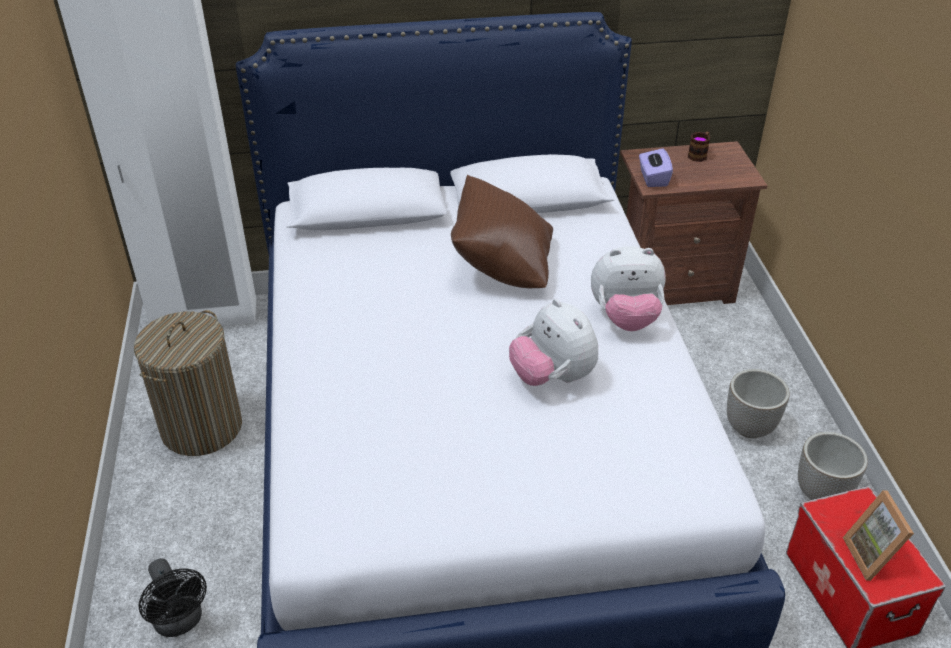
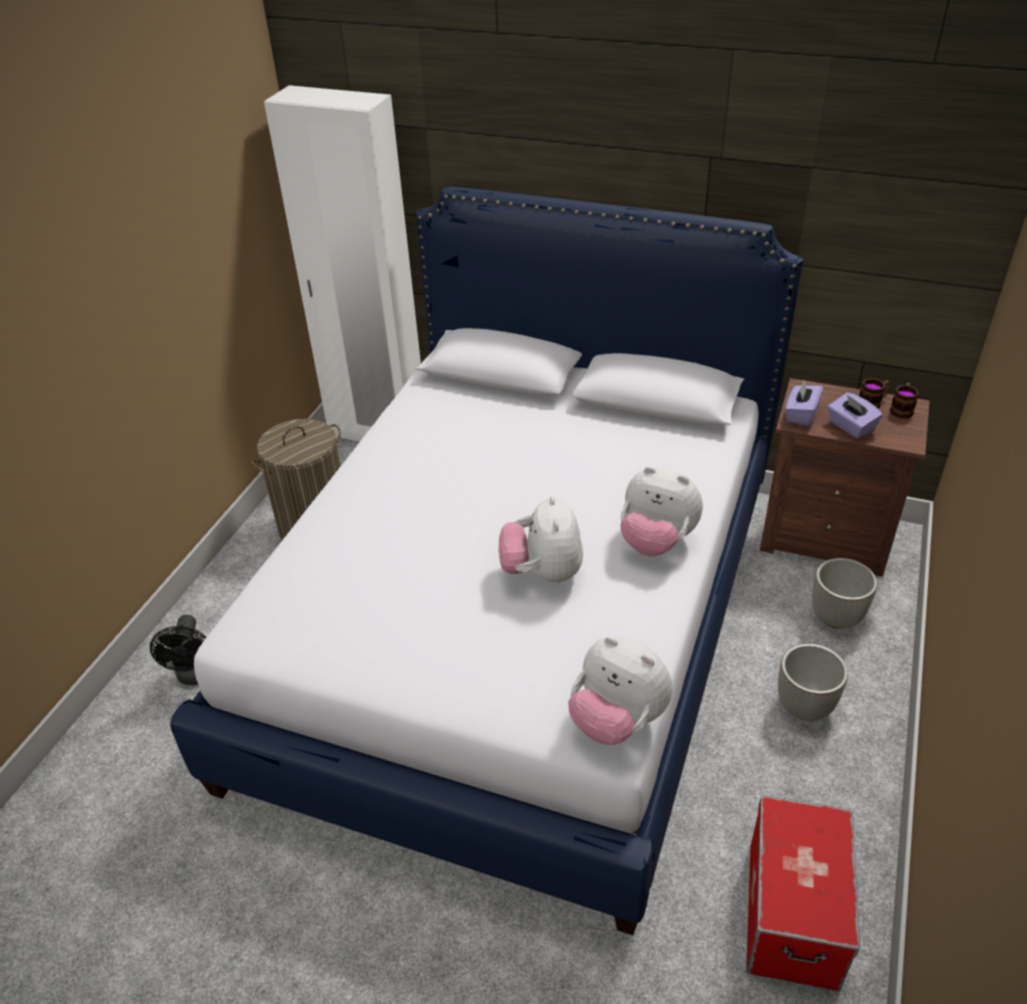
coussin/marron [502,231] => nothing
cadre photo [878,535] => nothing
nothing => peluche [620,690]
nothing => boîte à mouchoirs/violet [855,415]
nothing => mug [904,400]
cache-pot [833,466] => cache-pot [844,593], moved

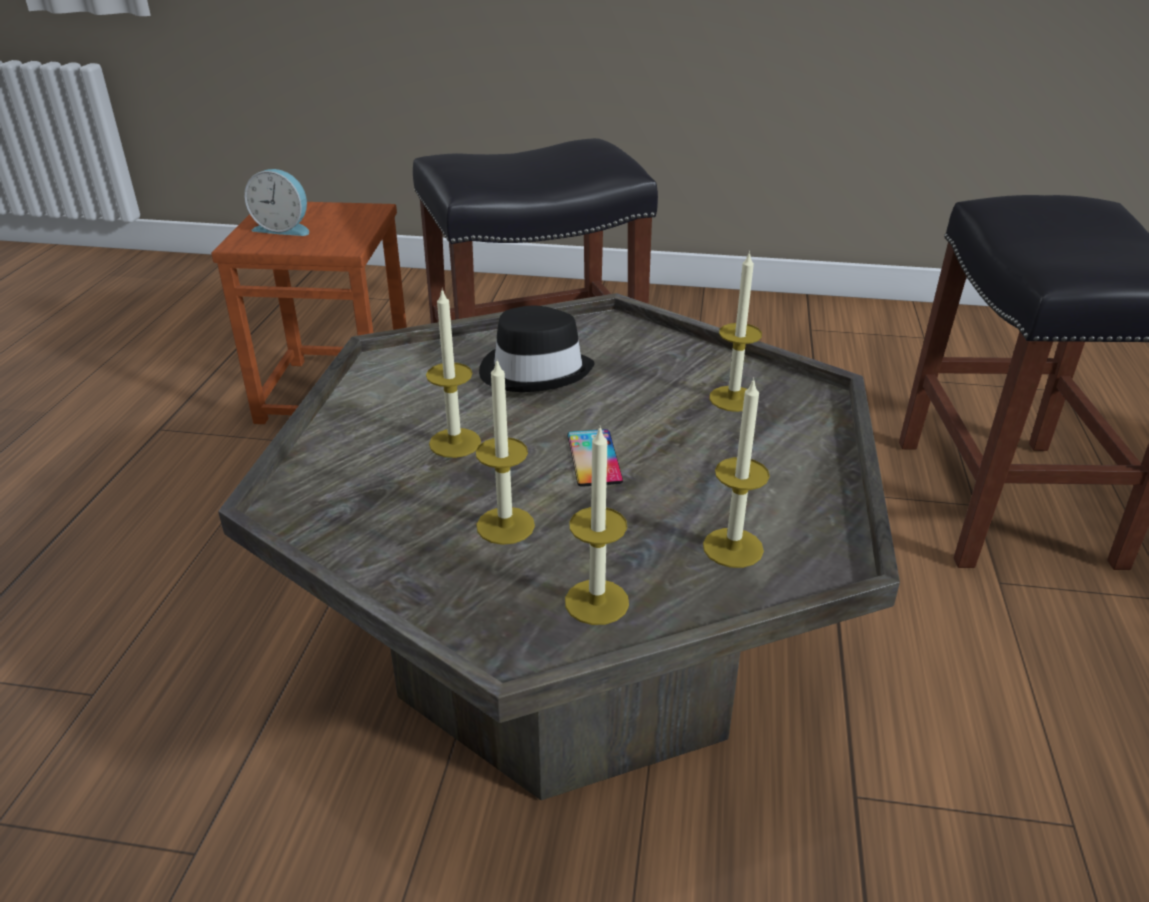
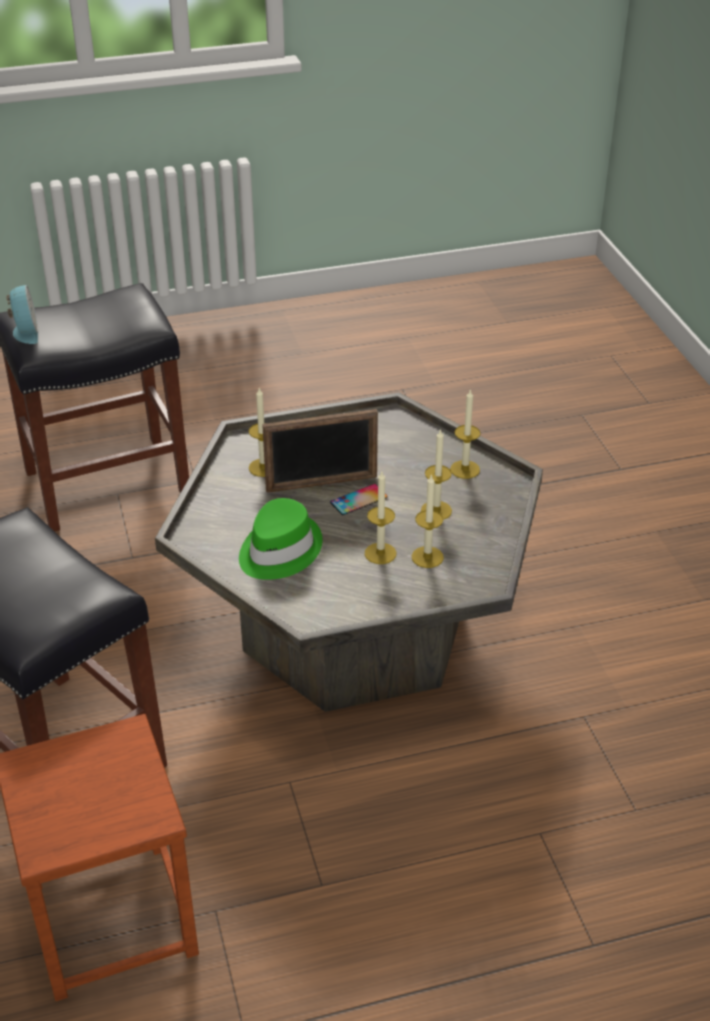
nothing => cadre photo [320,451]
réveil [276,202] => réveil [22,314], moved
bougie [736,472] => bougie [428,521], moved
chapeau/noir [537,349] => chapeau/vert [281,539]

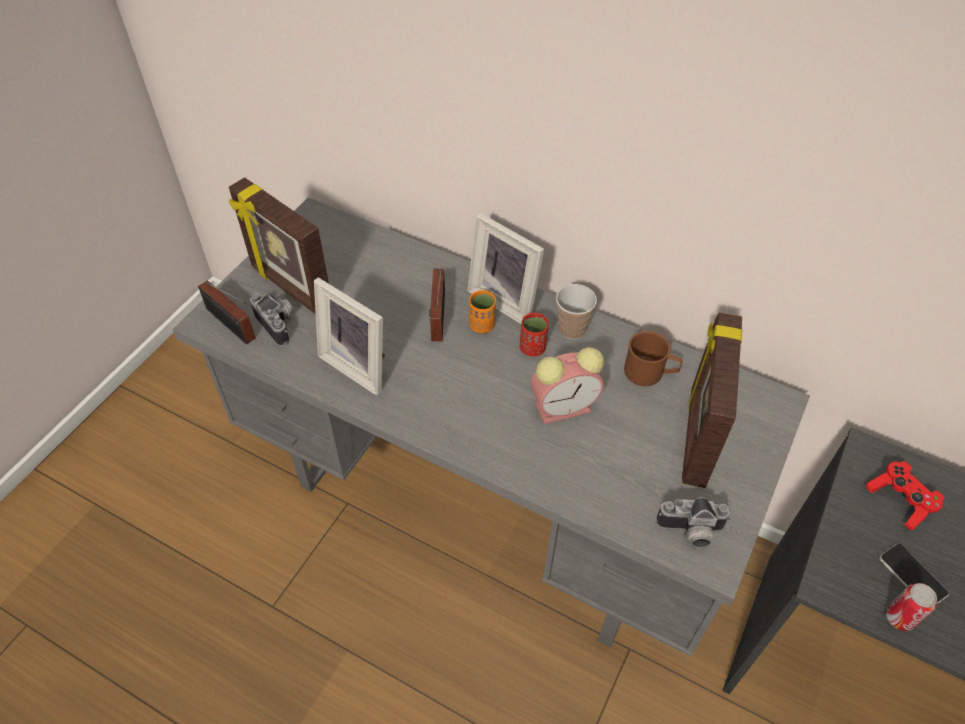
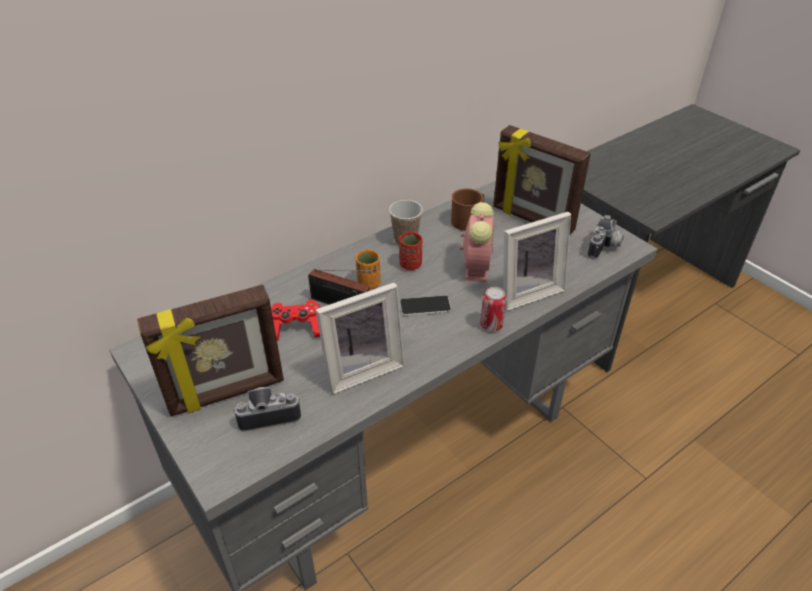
radio [226,312] => nothing
cadre photo [505,268] => cadre photo [537,261], moved
manette/rouge [905,495] => manette/rouge [295,320], moved
téléphone [914,574] => téléphone [425,305], moved
boîte métallique [911,607] => boîte métallique [493,309], moved

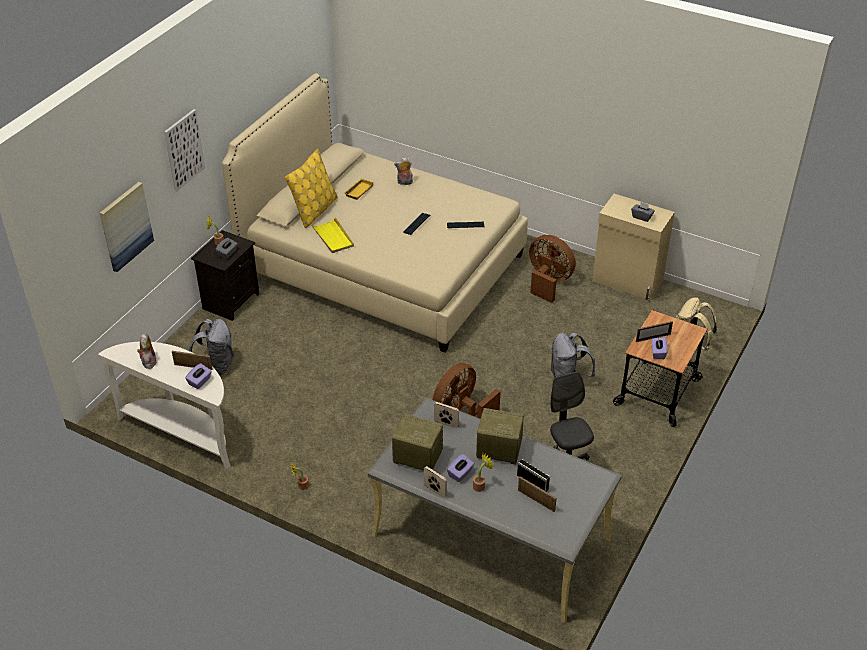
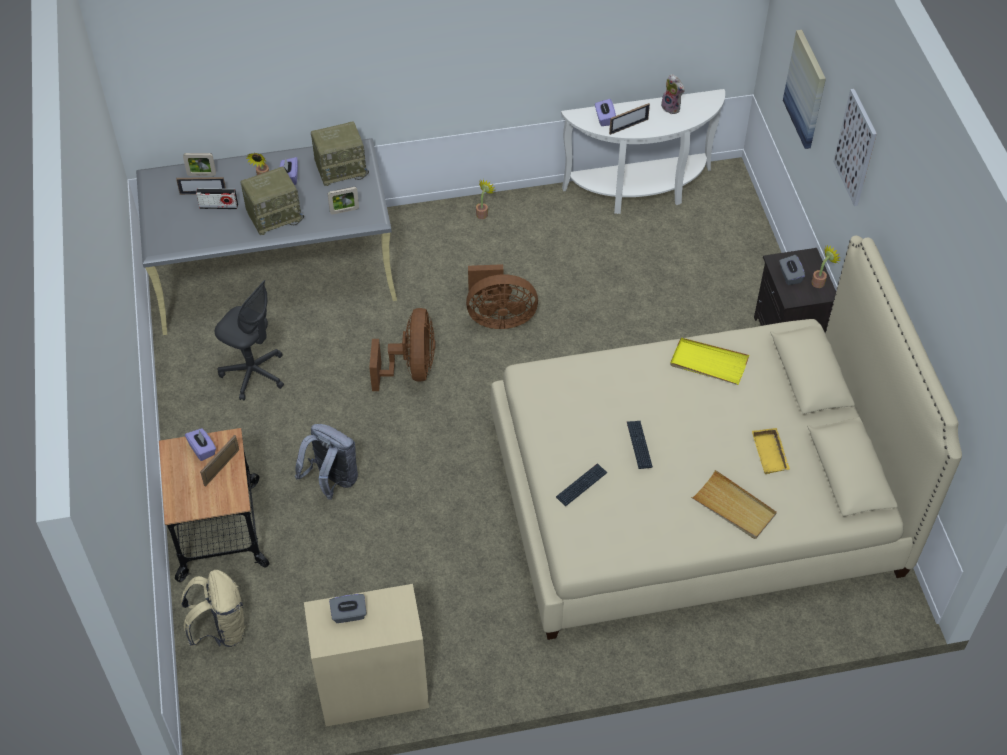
sac à dos/gris [211,347] => nothing
coussin/jaune [311,188] => nothing
cadre photo [435,482] => cadre photo [199,164], moved
ventilateur/marron [552,269] => ventilateur/marron [502,296], moved
peluche [403,171] => plateau/beige [734,504]

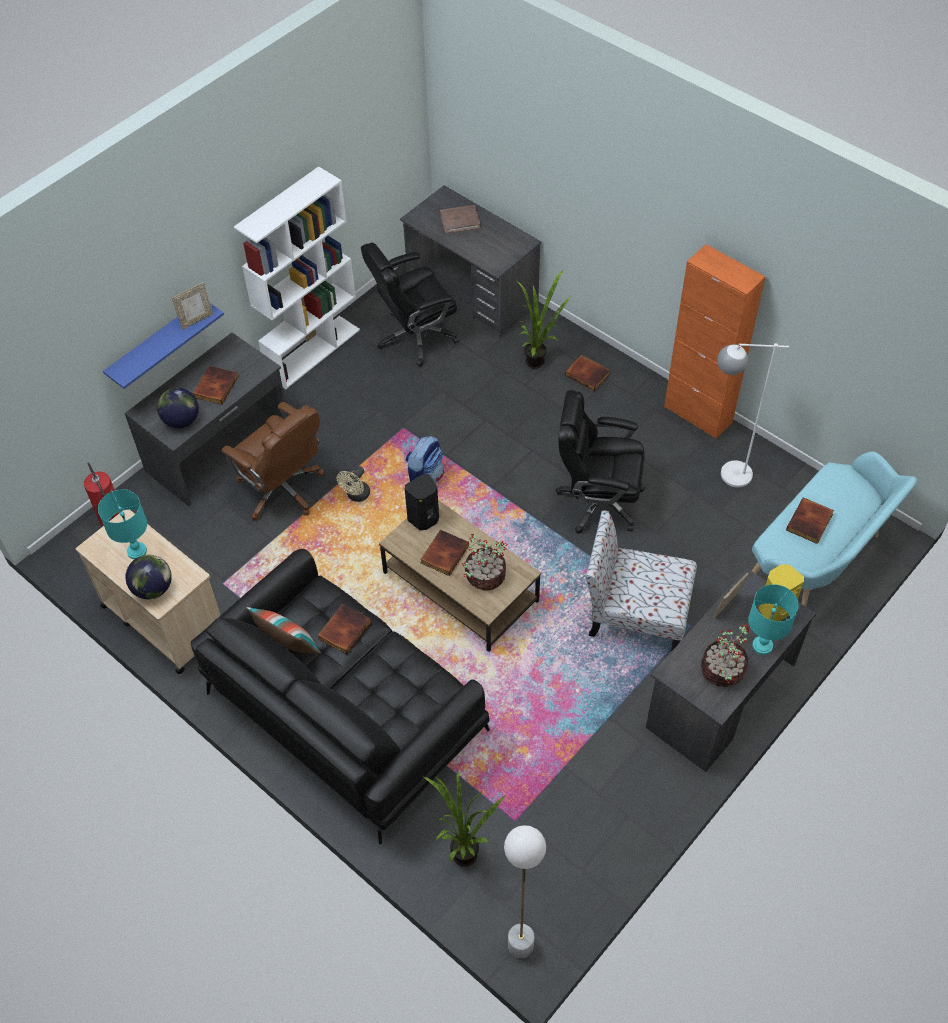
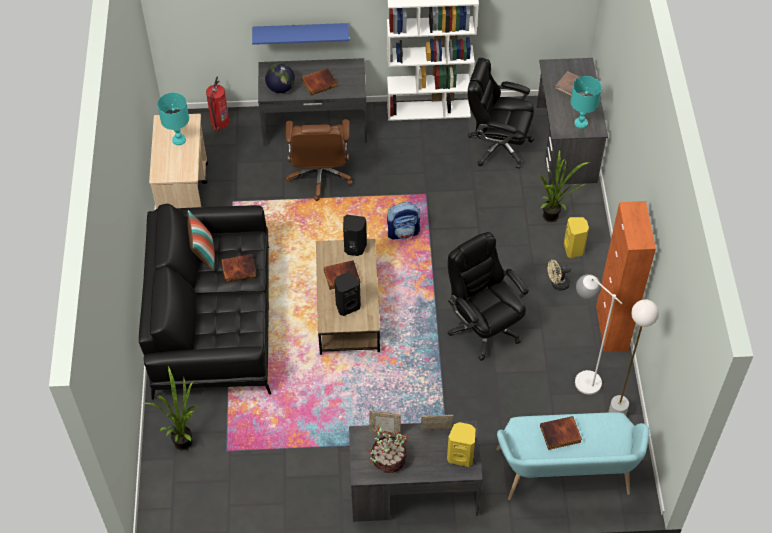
globe [148,577] => nothing
chaise [641,581] => nothing
cadre photo [192,306] => cadre photo [385,423], moved
ventilateur/beige [353,484] => ventilateur/beige [559,275], moved
lampadaire/blanc [525,891] => lampadaire/blanc [634,358], moved
lampe de table/turquoise [773,619] => lampe de table/turquoise [586,102], moved
plante en pot [485,562] => enceinte/noir [347,294]
livre [587,373] => enceinte/jaune [576,237]

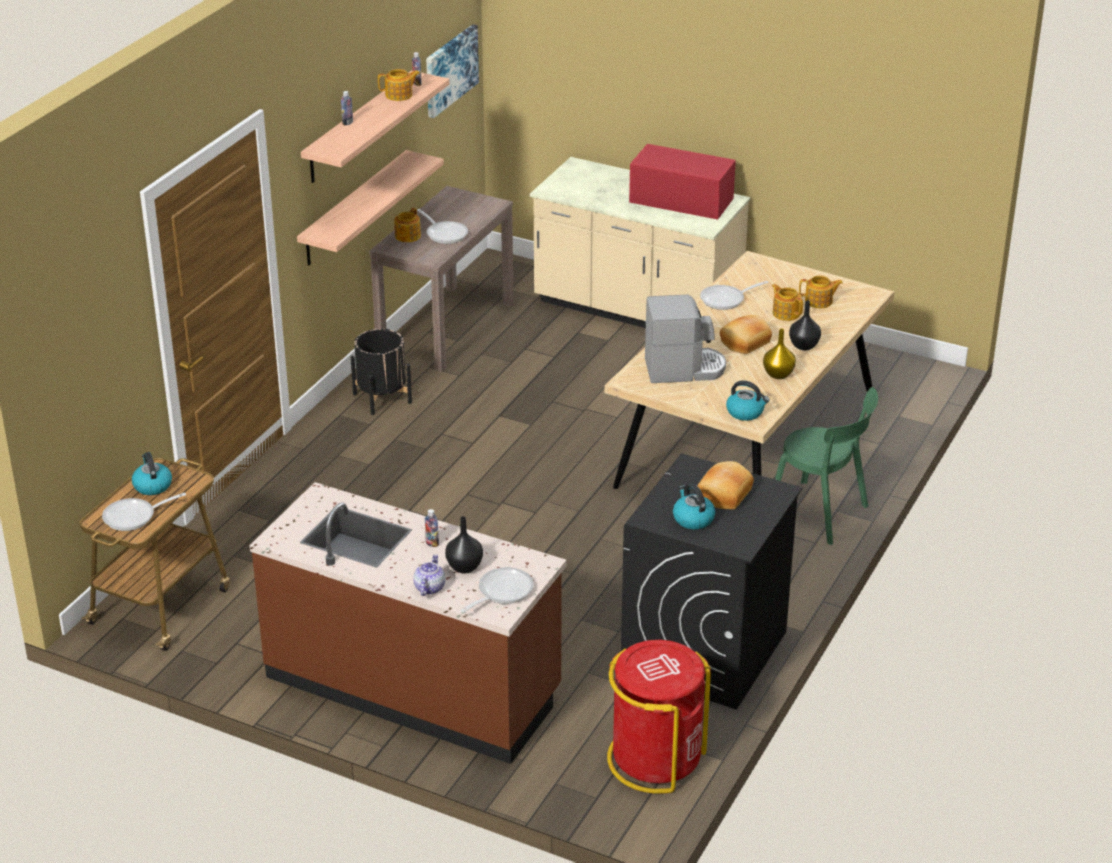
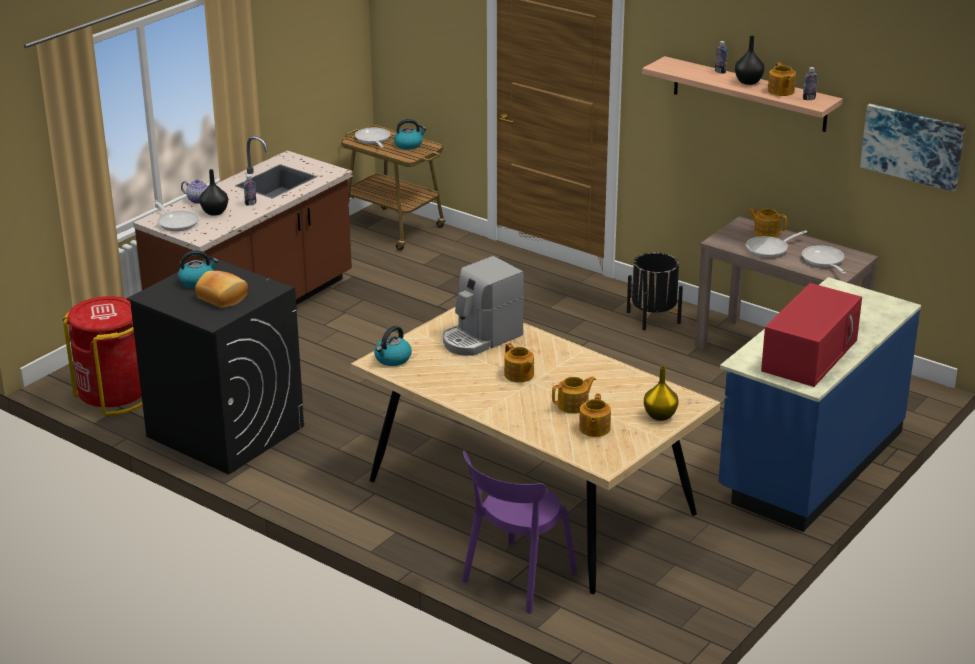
étagère [370,207] => nothing
chaise/vert [826,466] => nothing
nothing => chaise/violet [519,532]
poêle [734,295] => poêle [824,259], moved
vase/jaune [779,353] => vase/jaune [661,393], moved
vase/noir [805,325] => vase/noir [749,60], moved
pain [746,334] => théière [519,363]
comptoir de cuisine/beige [640,242] => comptoir de cuisine/bleu [819,404]
machine à café [685,339] => machine à café [483,306], 45 degrees clockwise

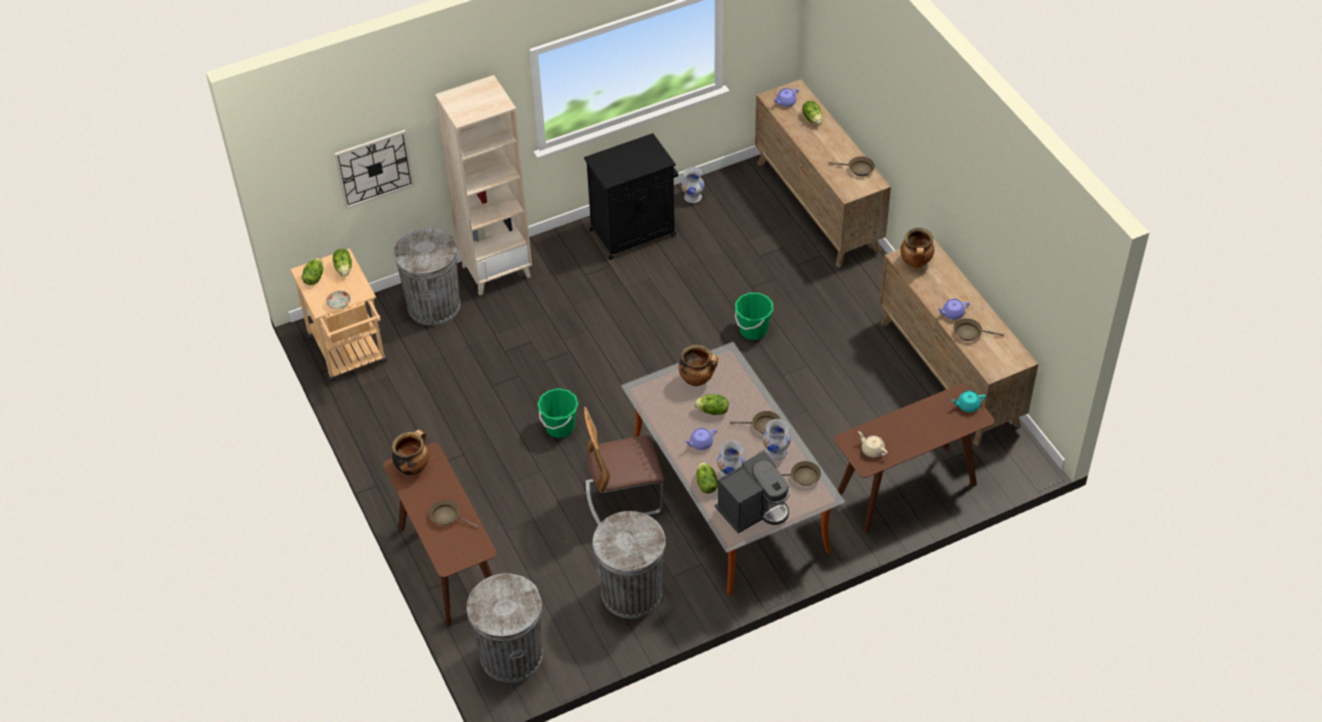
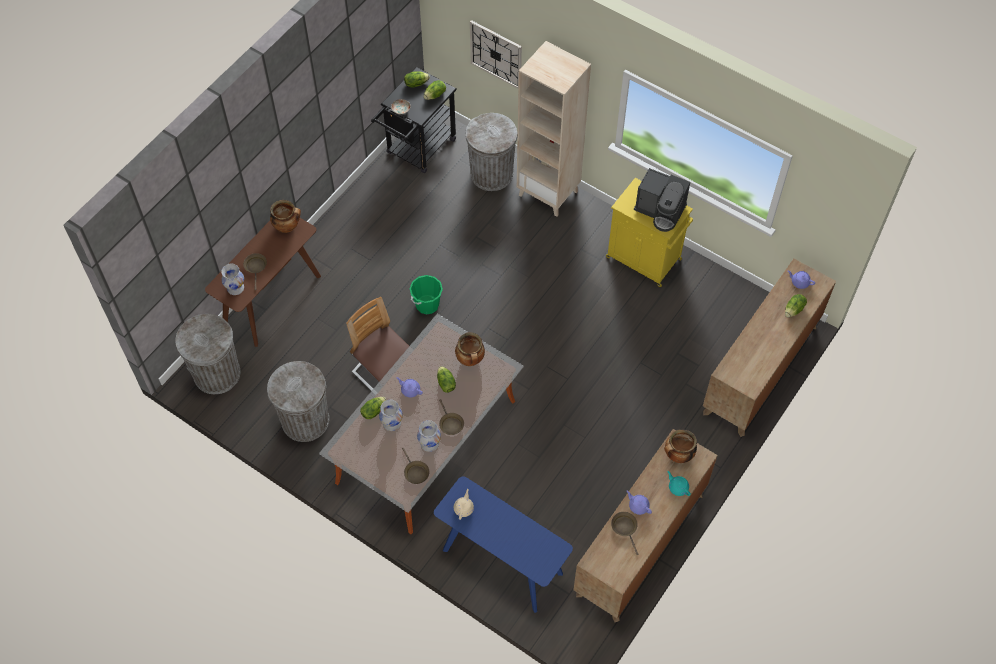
seau/vert [754,316] => nothing
poêle/marron [852,166] => nothing
vase/blanc [692,185] => vase/blanc [232,279], moved
machine à café [752,492] => machine à café [662,200], moved
théière/turquoise [968,401] => théière/turquoise [679,483], moved
chariot/beige [338,315] => chariot/noir [414,120]
meuble de rangement/noir [631,196] => meuble de rangement/jaune [649,232]
table console/marron [914,458] => table console/bleu [503,544]

